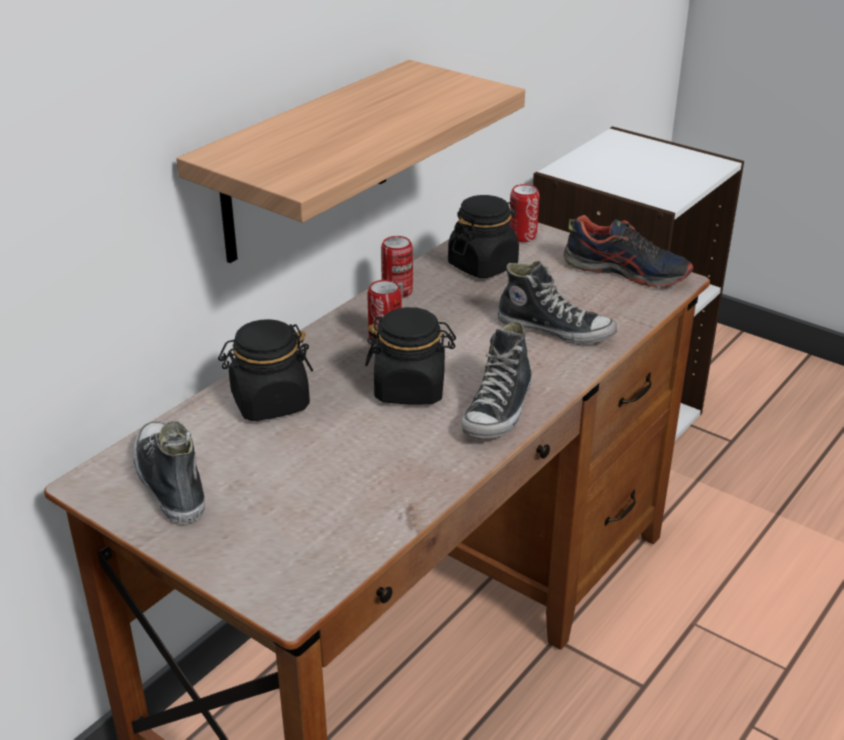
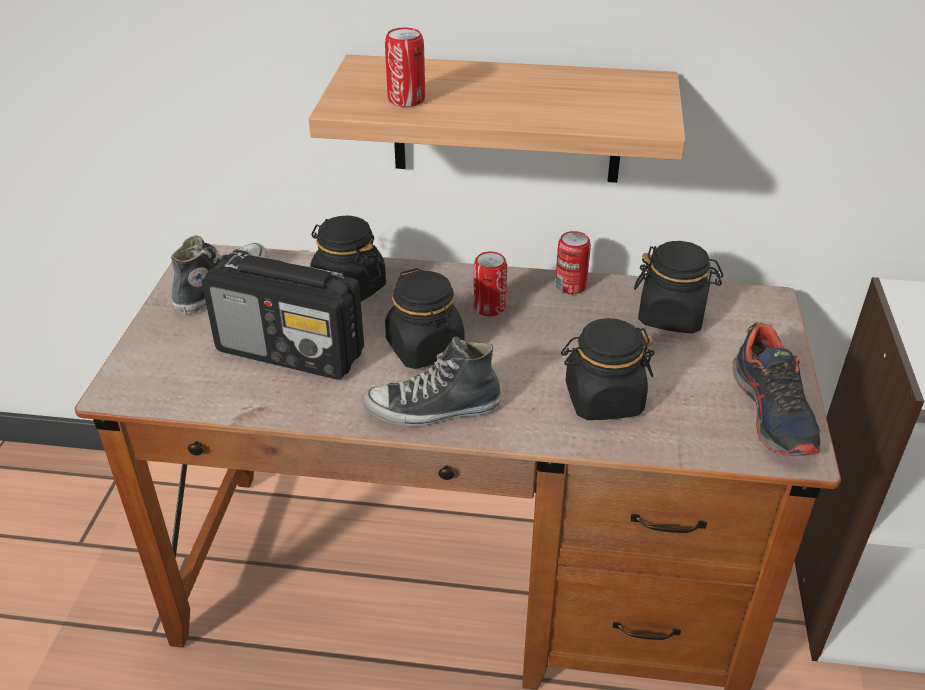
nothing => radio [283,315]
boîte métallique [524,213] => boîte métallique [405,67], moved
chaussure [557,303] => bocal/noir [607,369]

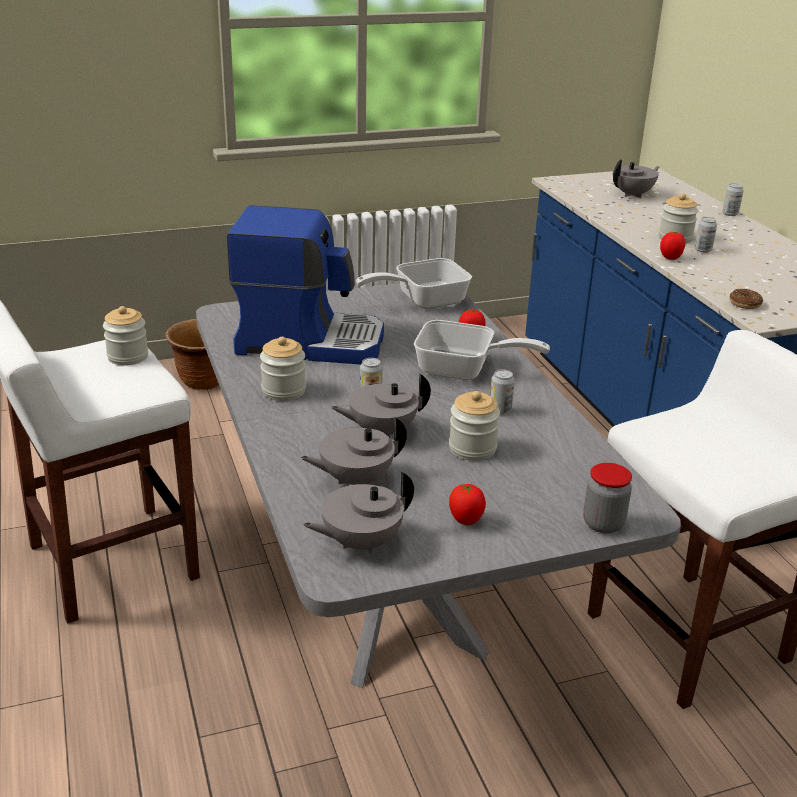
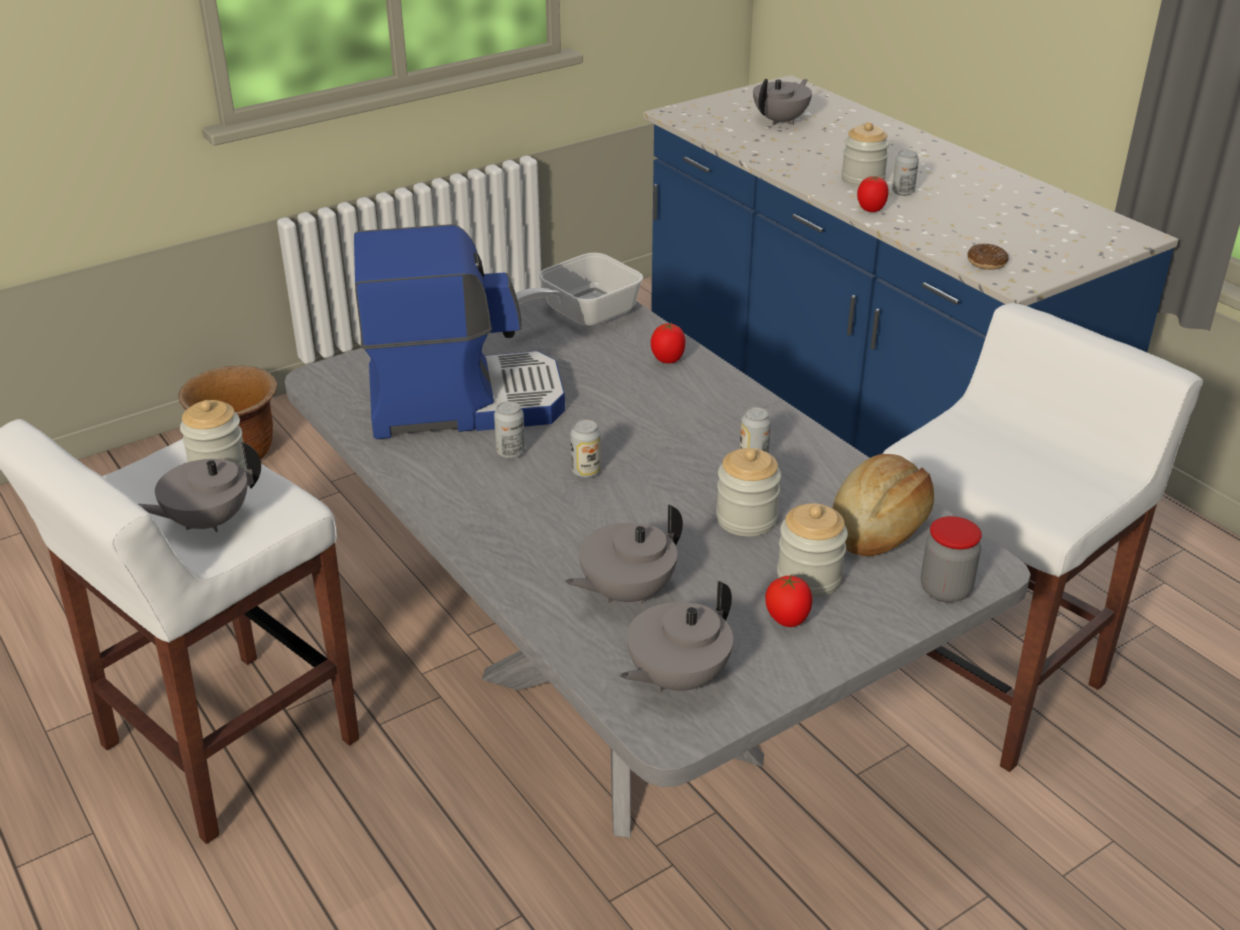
poêle [482,350] => nothing
nothing => pain [883,505]
bocal [283,369] => bocal [812,550], moved
théière/gris [381,405] => théière/gris [200,487], moved
boîte métallique [733,199] => boîte métallique [509,430], moved

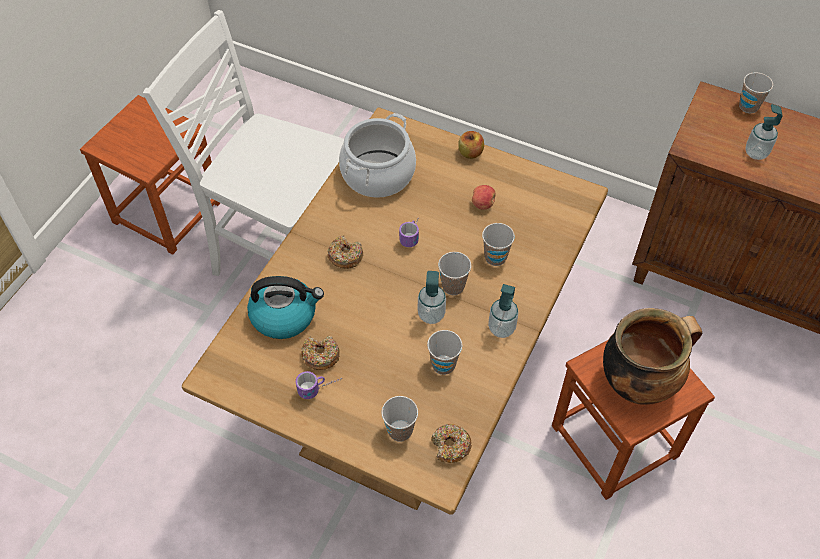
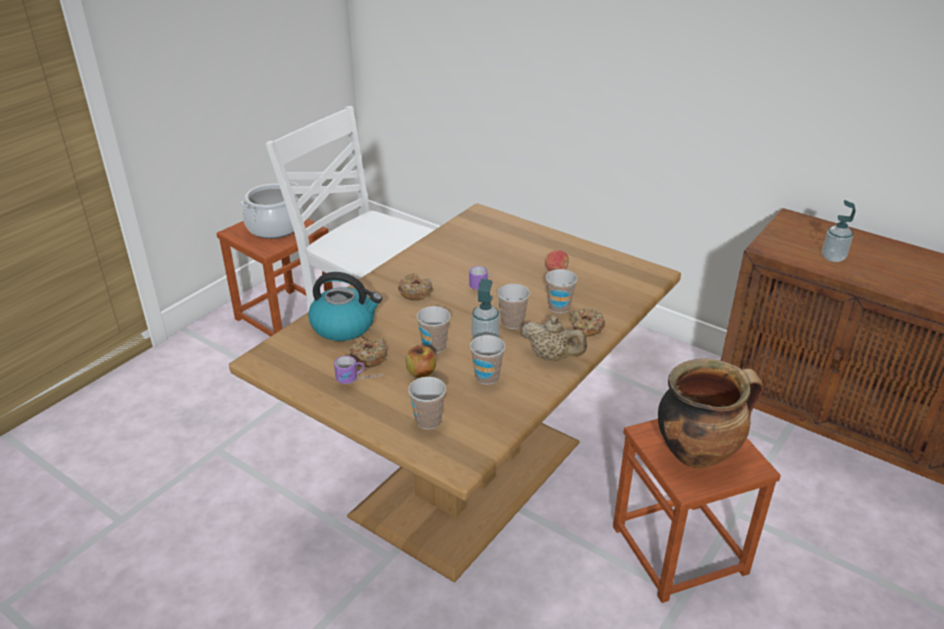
marmite [377,155] => marmite [271,210], moved
beignet [451,443] => beignet [587,322], moved
pomme [471,145] => pomme [420,361], moved
tasse [756,92] => tasse [433,329], moved
distributeur de savon [503,311] => théière/beige [554,338]

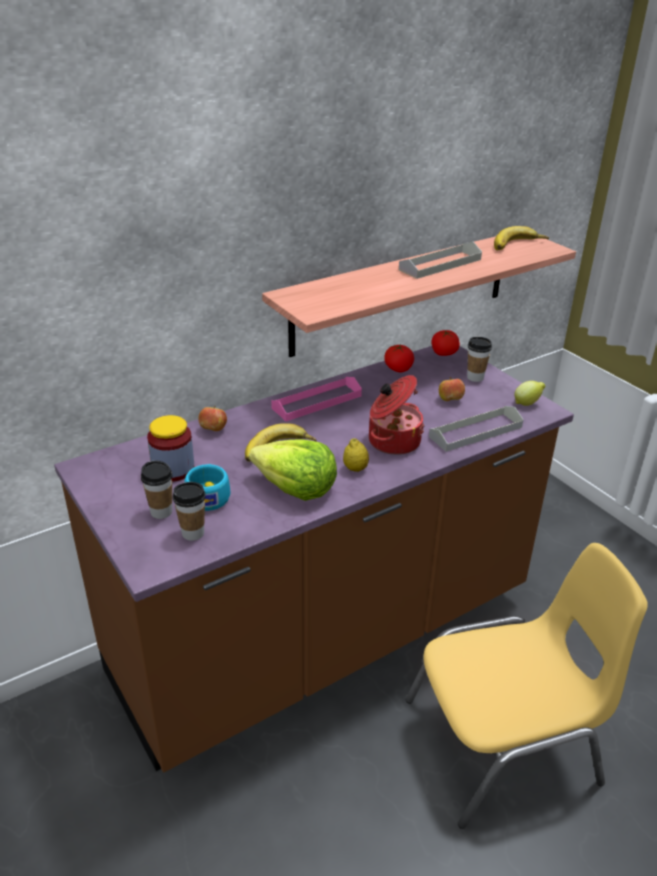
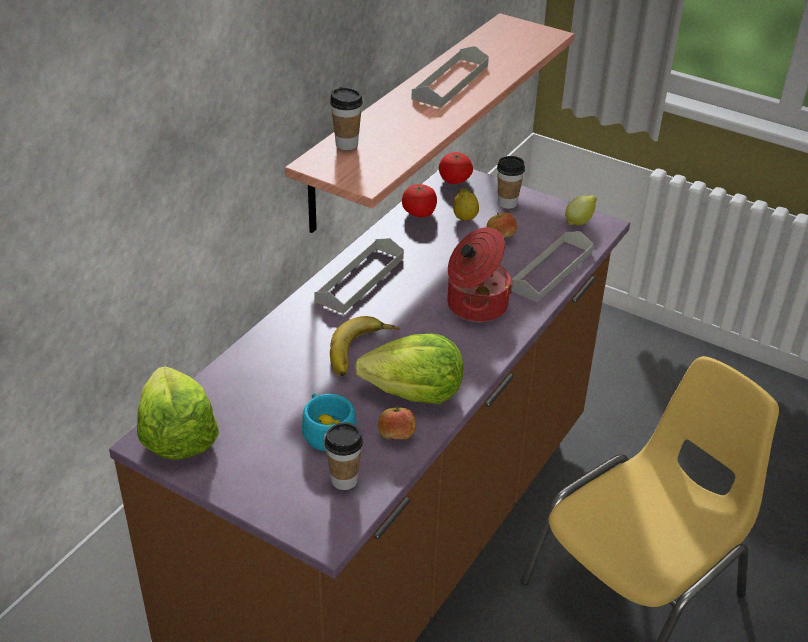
bocal [170,448] => nothing
banane [521,238] => nothing
nothing => laitue [178,413]
tasse [157,490] => tasse [346,118], moved
pomme [212,418] => pomme [397,422], moved
citron [356,455] => citron [466,204], moved
plateau/rose [316,399] => plateau/gris [359,276]

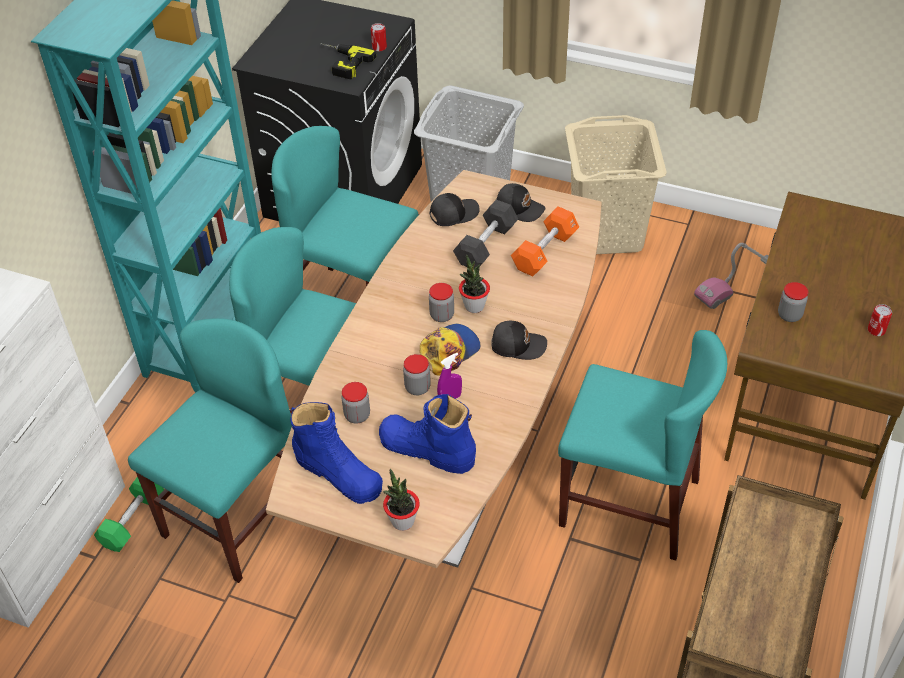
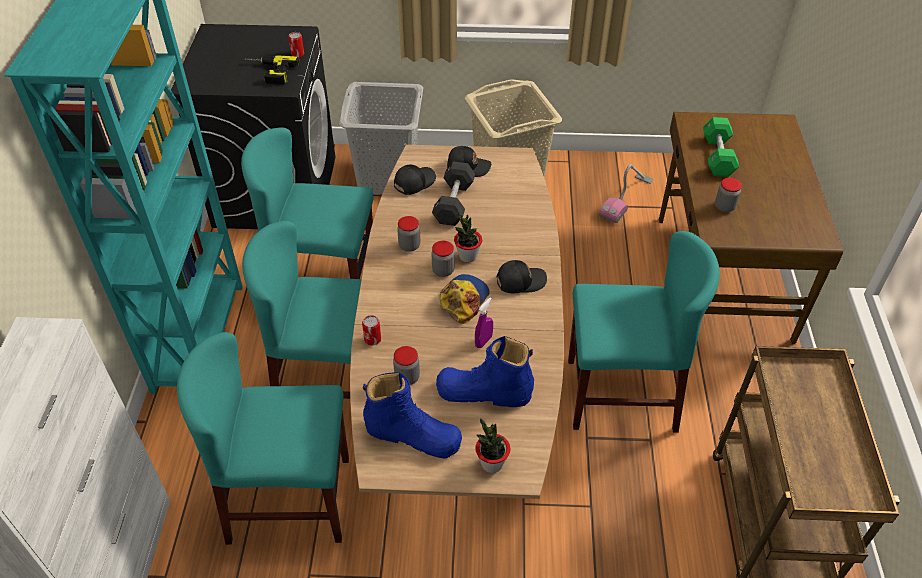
haltère/orange [545,241] => nothing
haltère/vert [129,514] => haltère/vert [721,147], moved
bocal [417,374] => bocal [409,234], moved
boîte métallique [880,320] => boîte métallique [371,330], moved
chaise/turquoise [210,450] => chaise/turquoise [263,438], 105 degrees counterclockwise

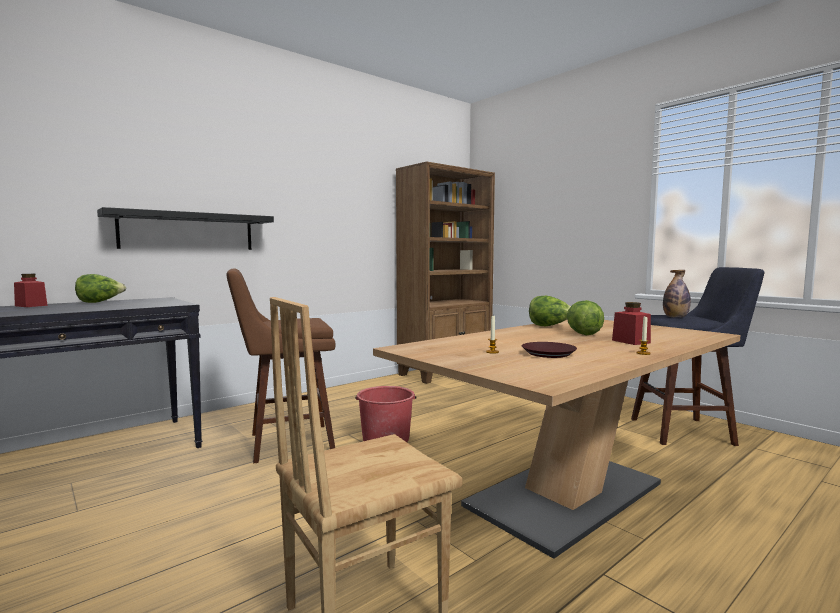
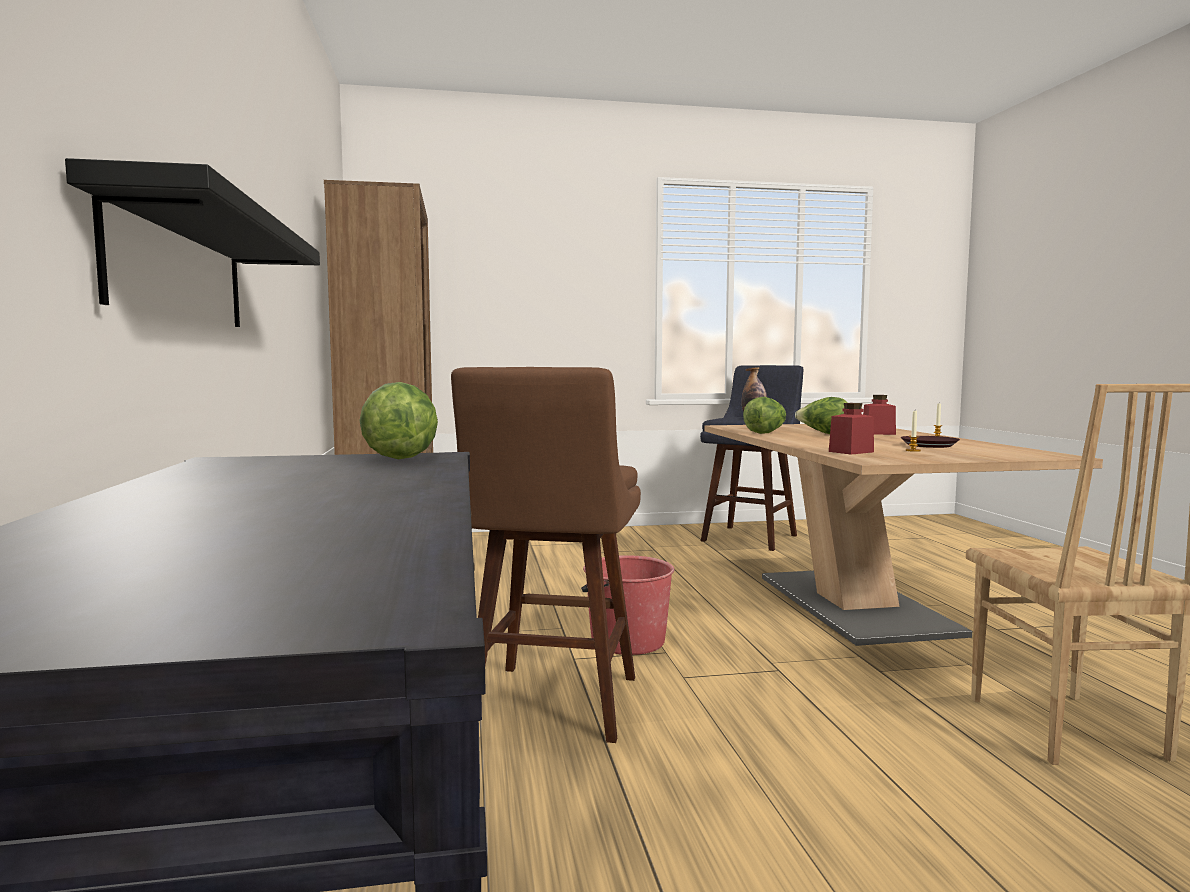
bocal/rouge [31,290] => bocal/rouge [851,429], moved
laitue [100,288] => laitue [398,420], moved

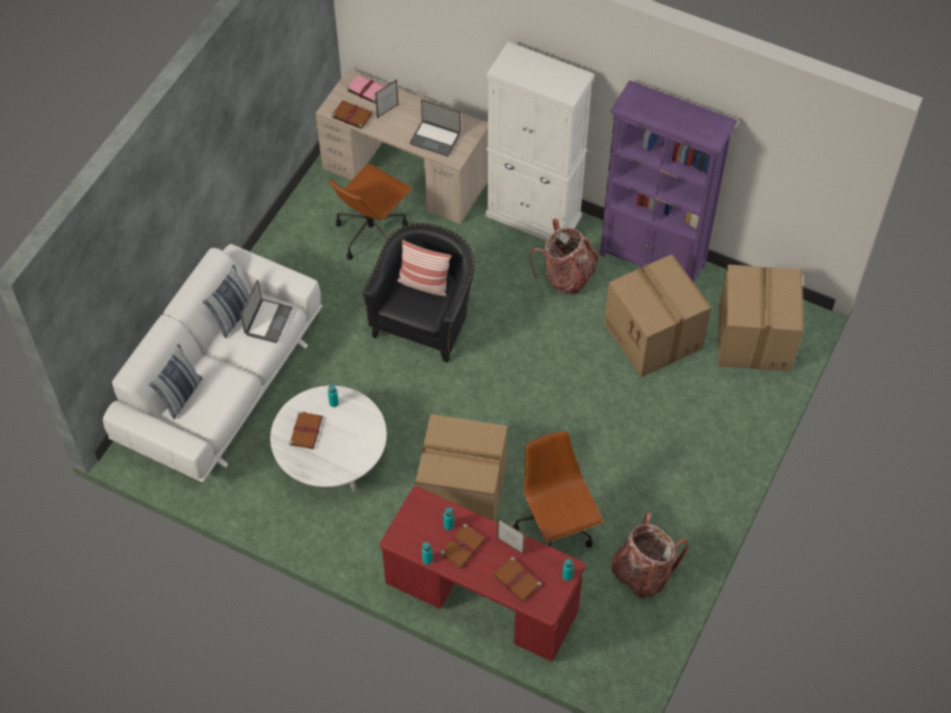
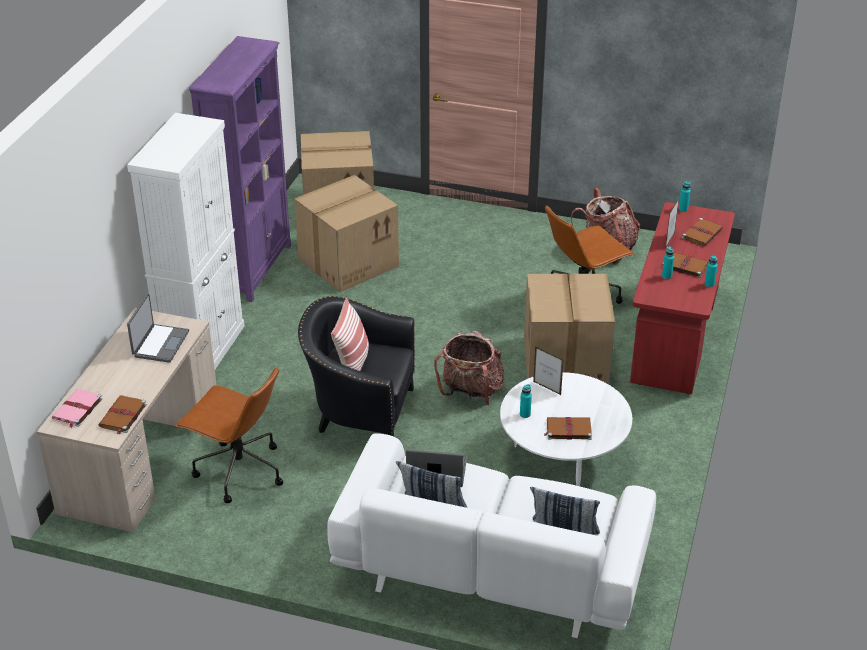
cadre photo [387,98] => cadre photo [548,370], moved
sac à dos [564,257] => sac à dos [469,368], moved

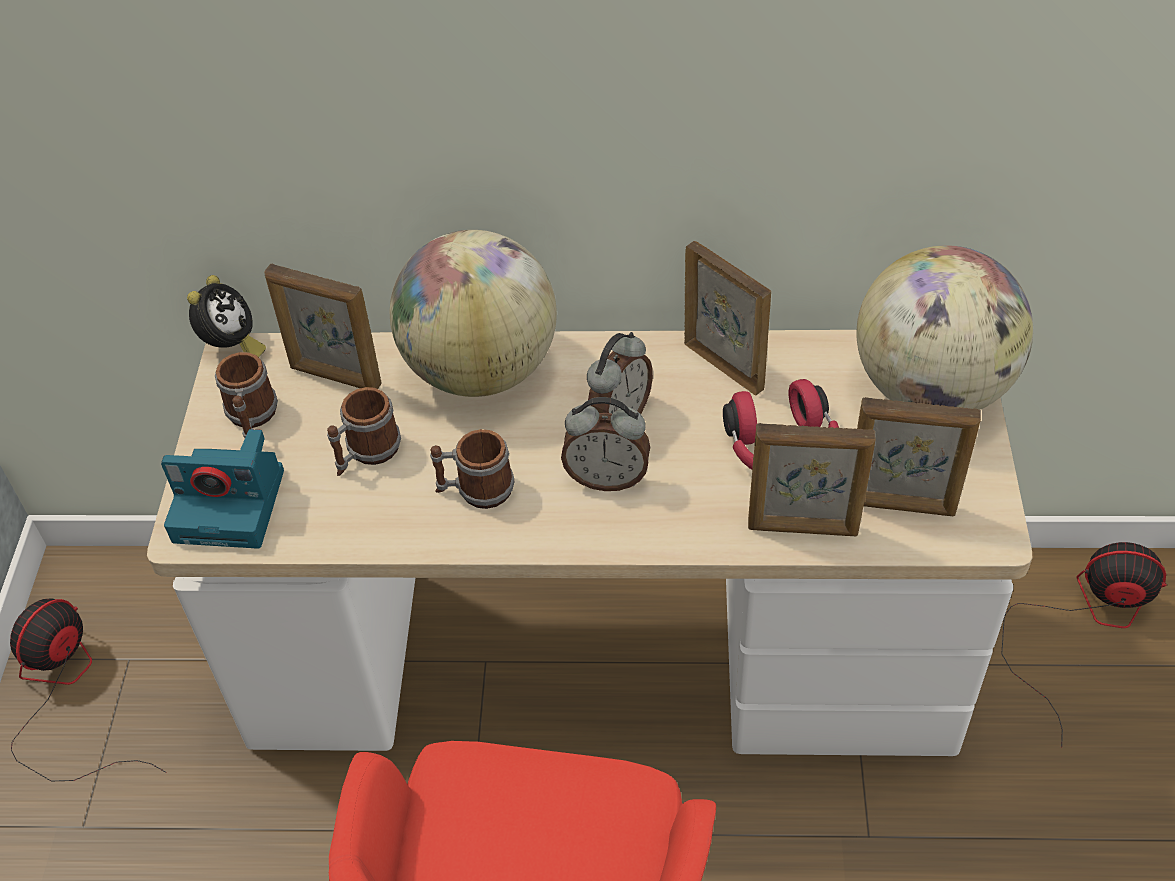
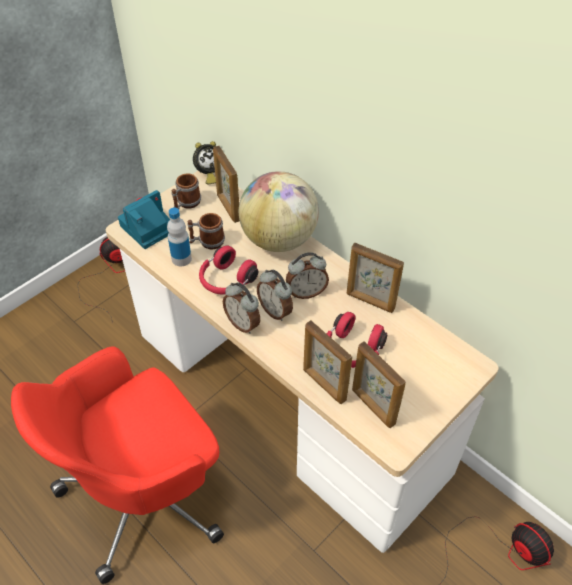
globe [944,327] => nothing
nothing => bouteille [179,236]
nothing => réveil [241,308]
mug [472,469] => casque audio/rouge [229,270]
appareil photo [222,489] => appareil photo [144,219], 90 degrees clockwise
cadre photo [727,318] => cadre photo [375,278], 120 degrees clockwise

